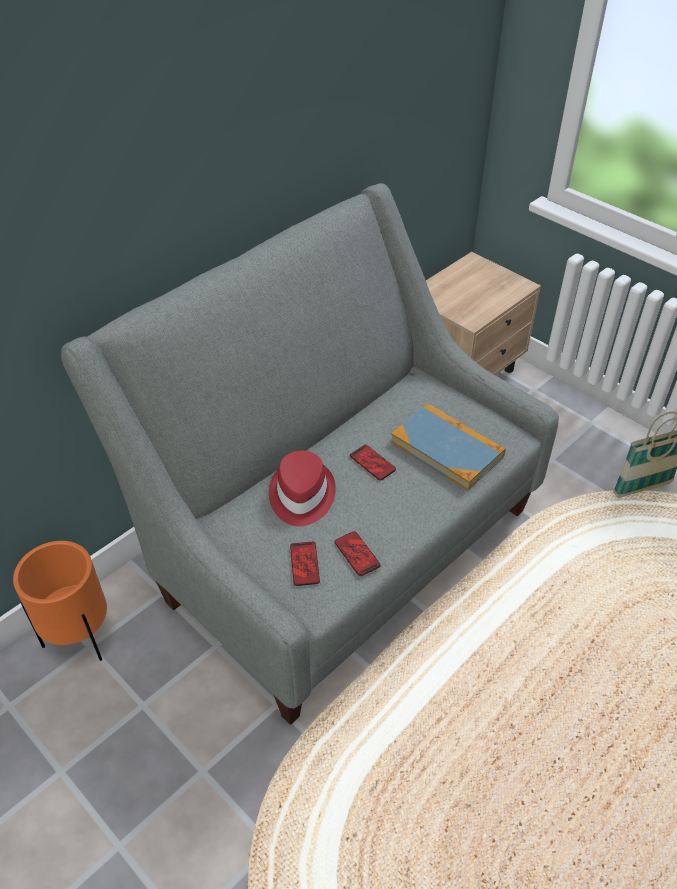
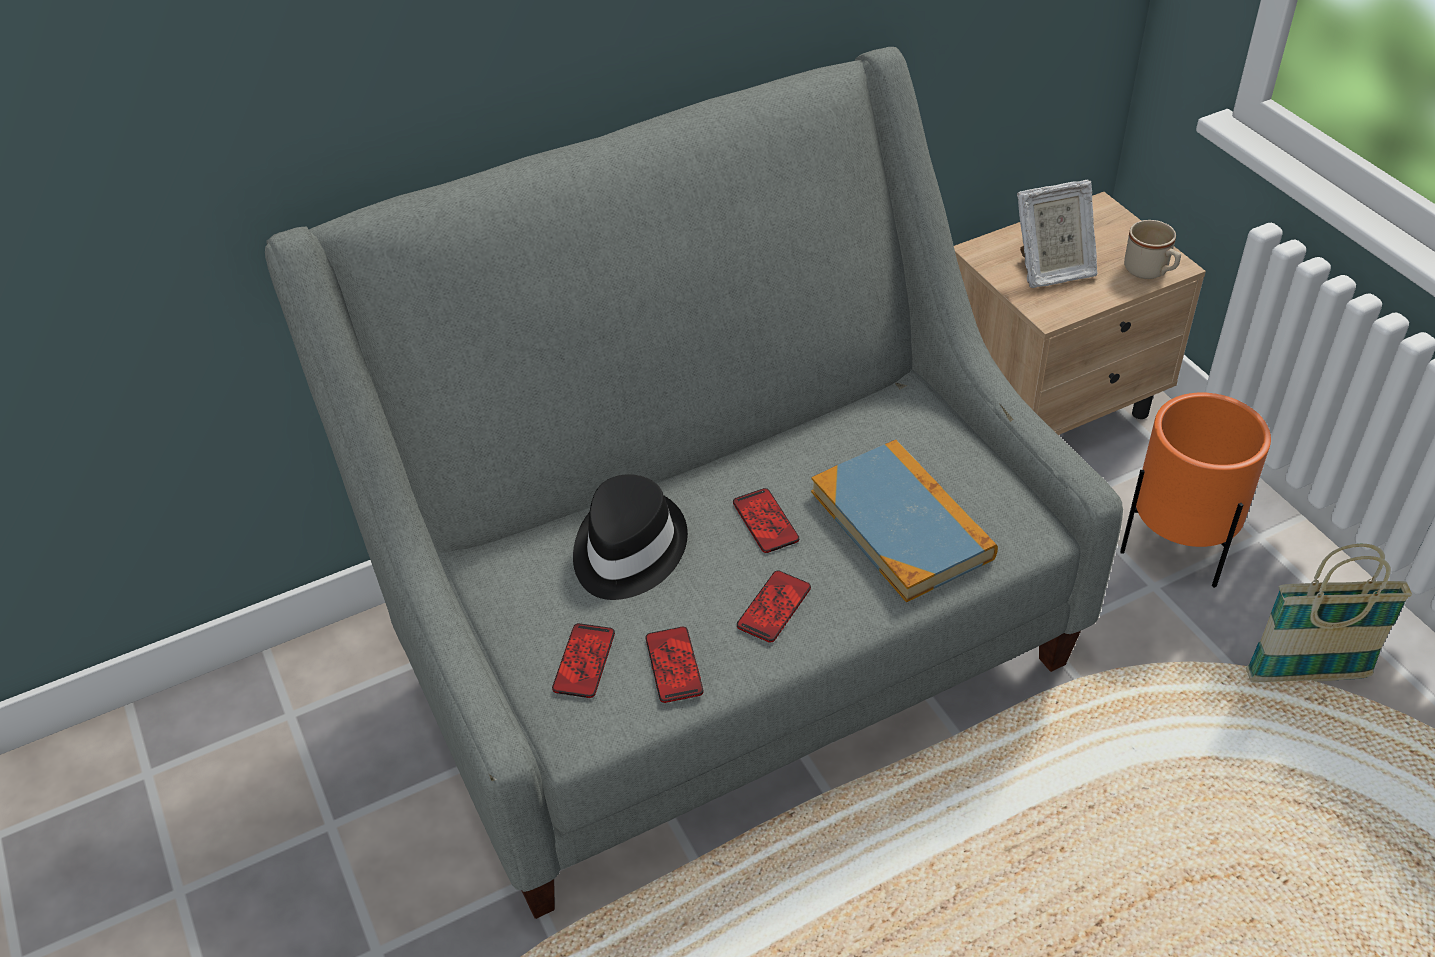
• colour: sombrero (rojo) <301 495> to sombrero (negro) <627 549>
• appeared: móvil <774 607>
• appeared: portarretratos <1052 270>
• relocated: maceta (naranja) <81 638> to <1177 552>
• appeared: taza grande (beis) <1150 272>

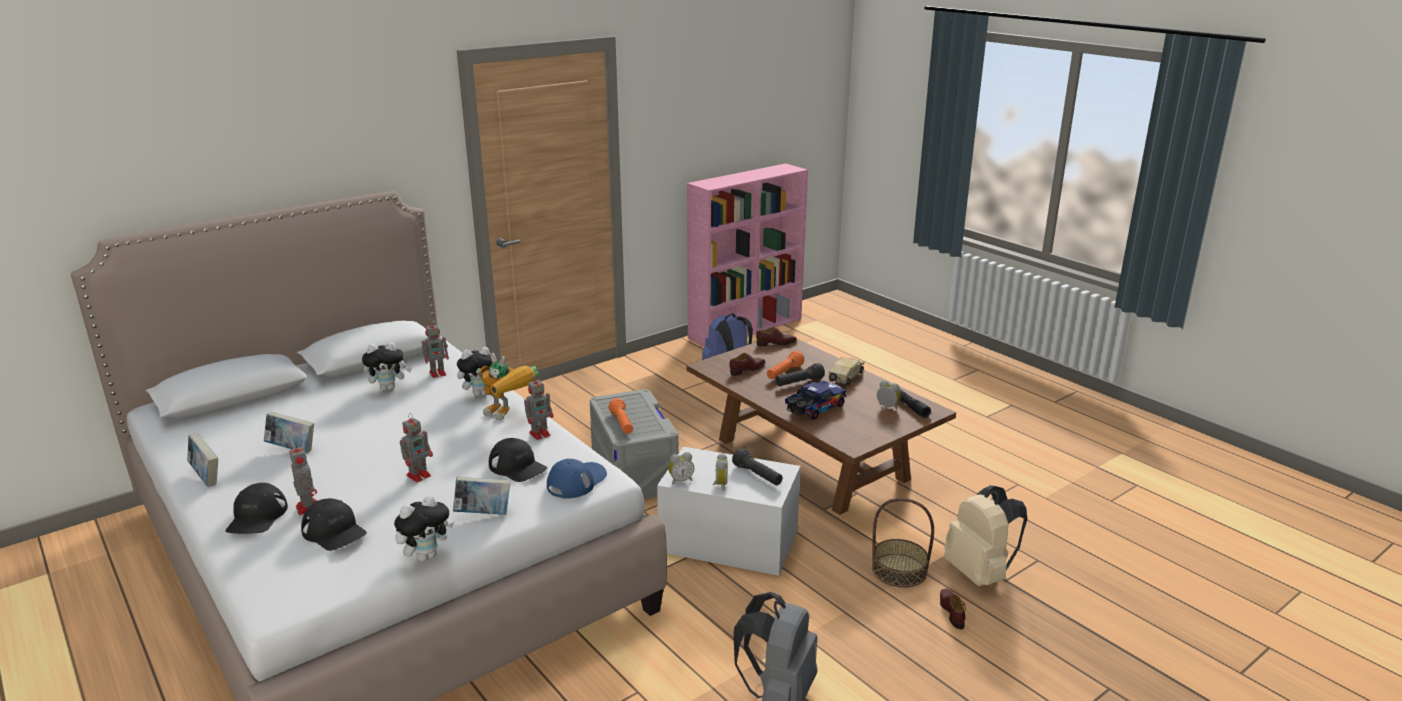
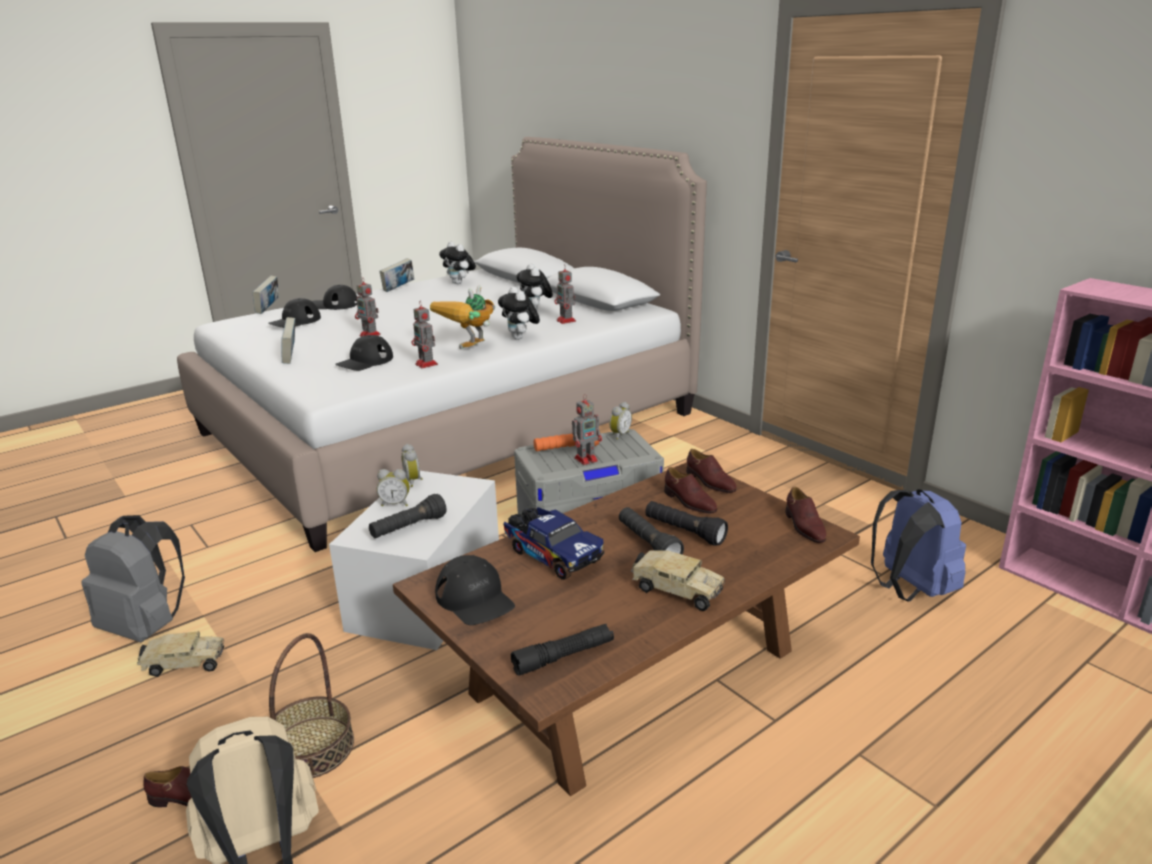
• appeared: camión de juguete <183 664>
• relocated: libro <292 449> to <268 309>
• appeared: gorra (negro) <475 599>
• relocated: peluche <426 555> to <459 283>
• relocated: robot de juguete <308 507> to <587 459>
• relocated: despertador <886 408> to <619 435>
• colour: linterna (naranja) <784 373> to linterna (negro) <684 532>
• appeared: zapato (marrón) <710 482>
• missing: gorra (azul) <576 481>

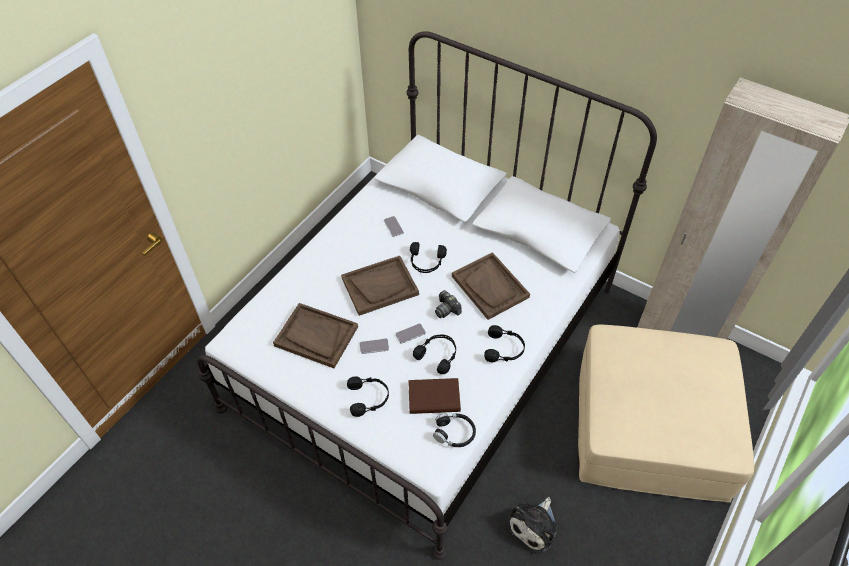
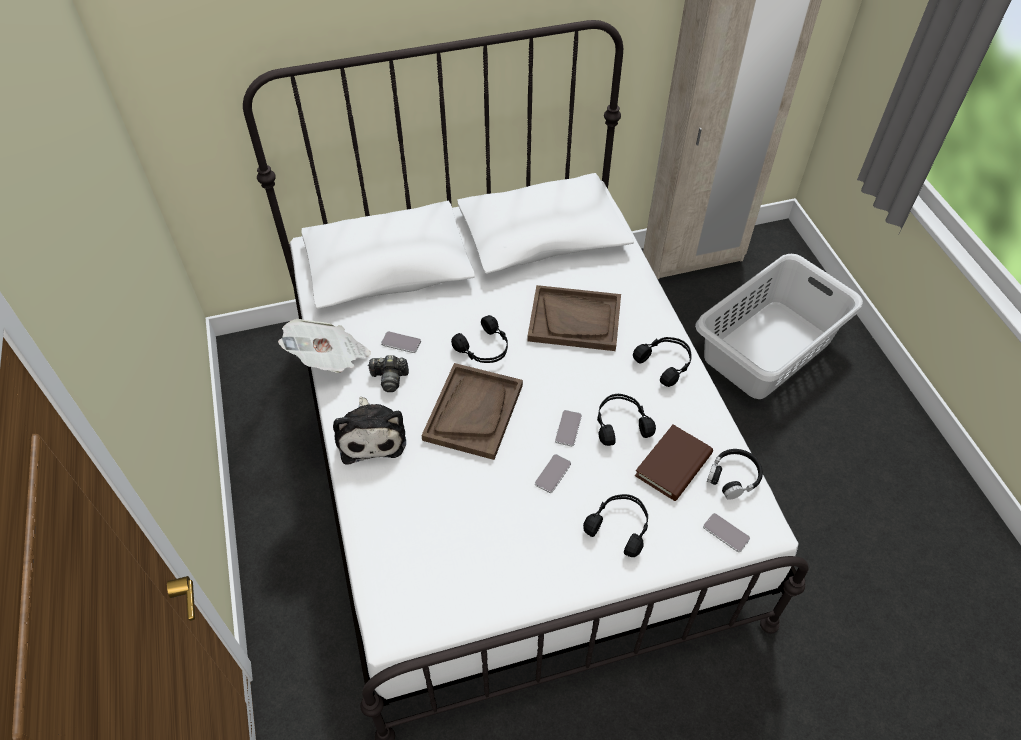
• appeared: periódico <329 359>
• relocated: peluche <534 526> to <371 435>
• relocated: cámara <447 309> to <390 378>
• exchanged: puf (beis) <652 426> to cesto de la ropa (gris) <768 349>
• appeared: móvil <726 533>
• missing: bandeja (marrón) <316 336>

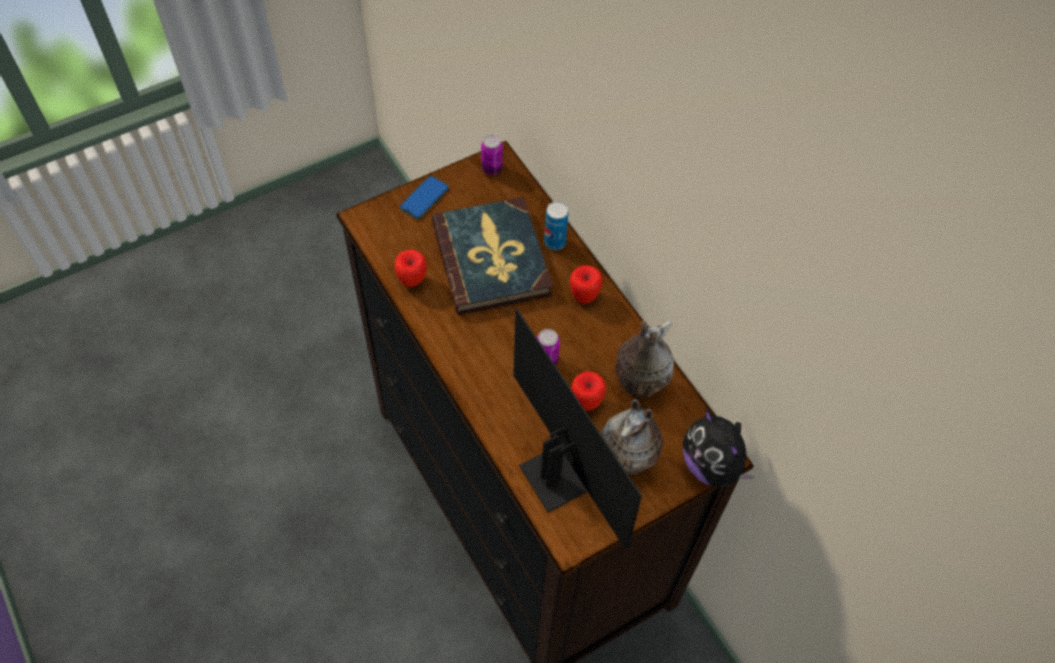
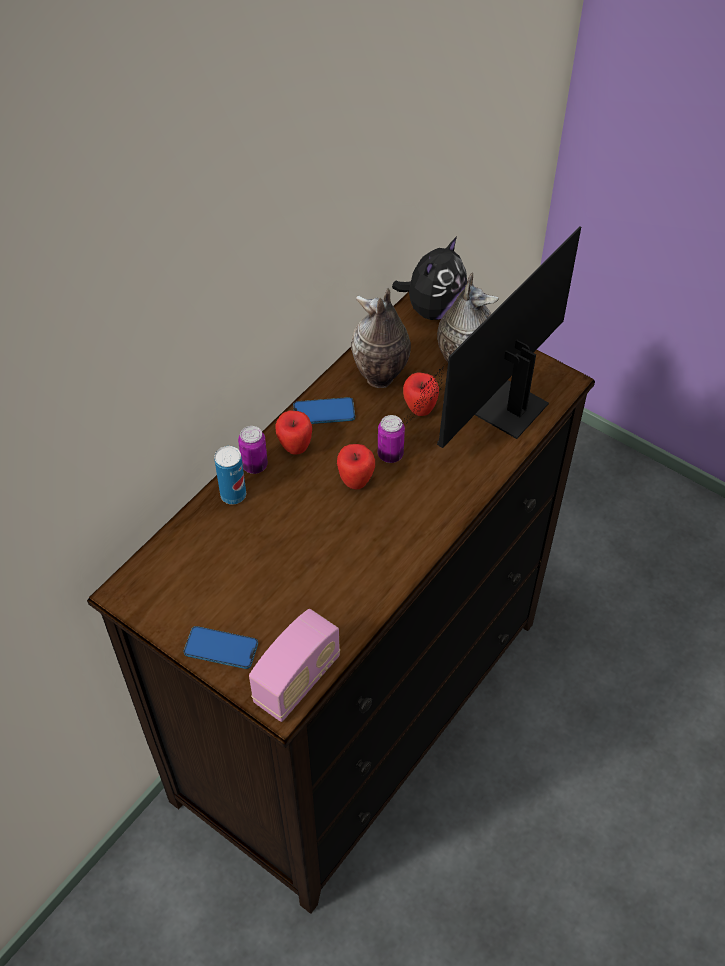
• relocated: lata <492 168> to <254 465>
• appeared: radio <297 680>
• appeared: móvil <324 412>
• relocated: manzana <412 281> to <356 481>
• missing: libro <492 259>

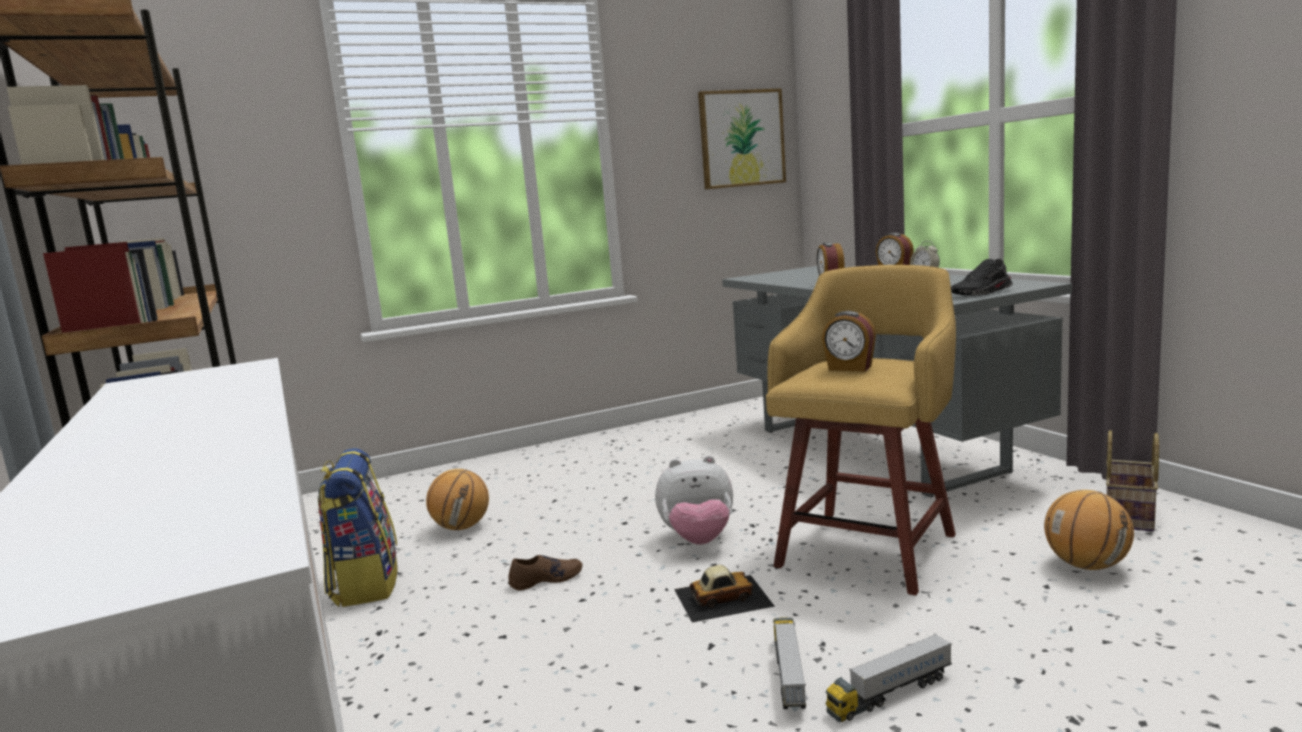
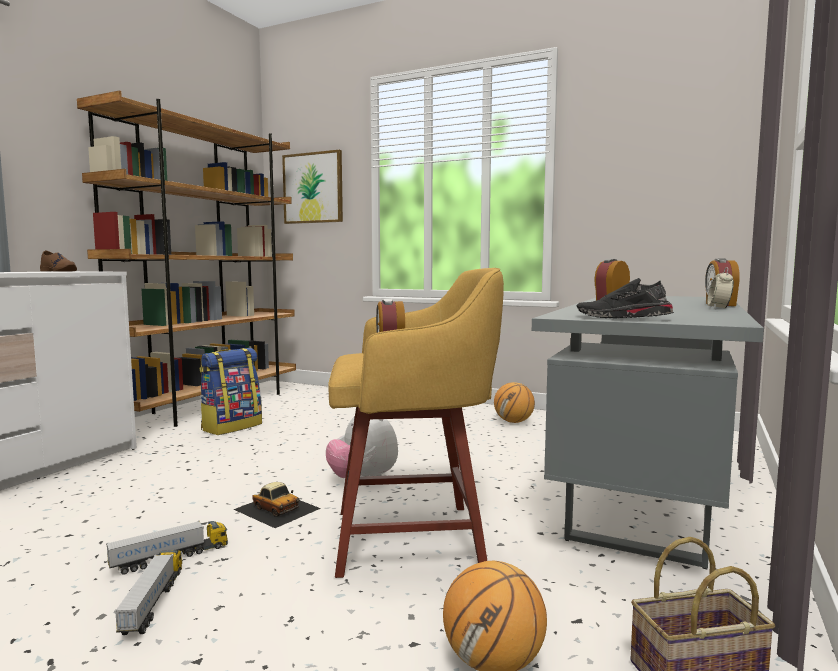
• relocated: zapato (marrón) <546 579> to <59 271>
• spun: camión de juguete <890 694> = <153 602> 60 degrees clockwise
• relocated: cuadro <741 138> to <313 188>
• relocated: balón de baloncesto <462 527> to <514 422>

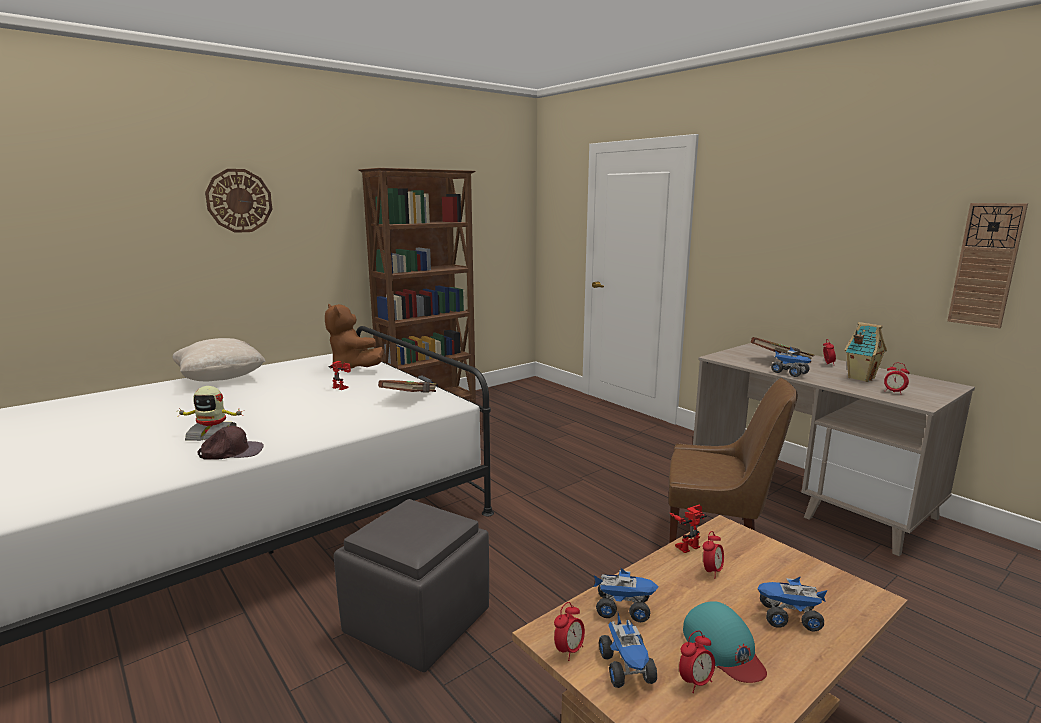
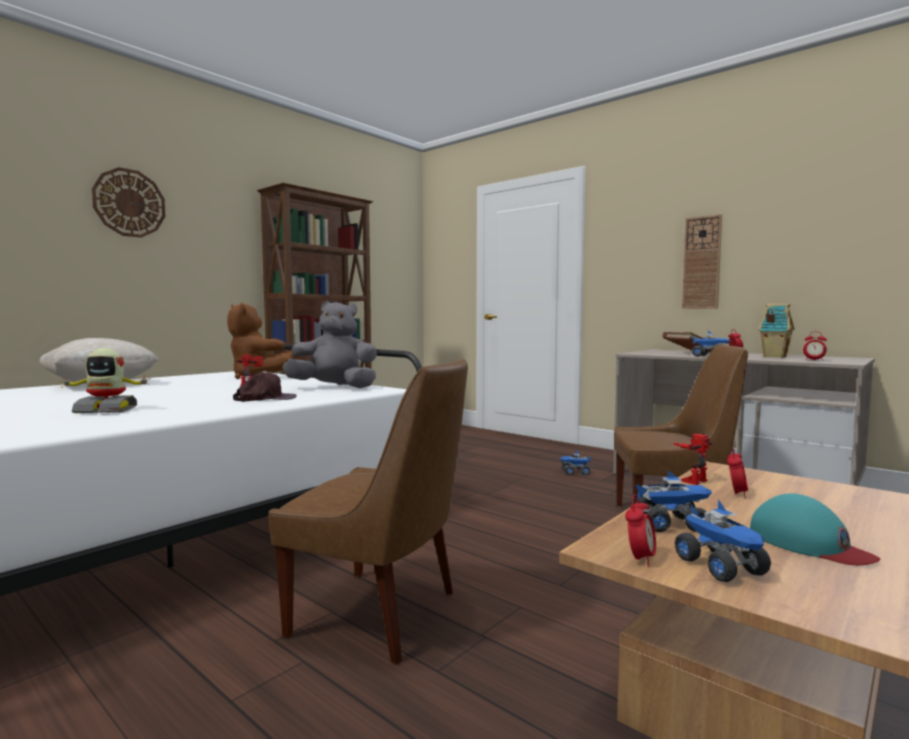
• relocated: gorra (marrón) <231 452> to <265 398>
• exchanged: puf (gris) <417 623> to silla (marrón) <381 614>
• exchanged: libro (marrón) <410 397> to peluche (gris) <334 387>
• relocated: camión de juguete <788 618> to <575 473>
• relocated: reloj de pared <986 265> to <702 263>
• missing: despertador <695 682>

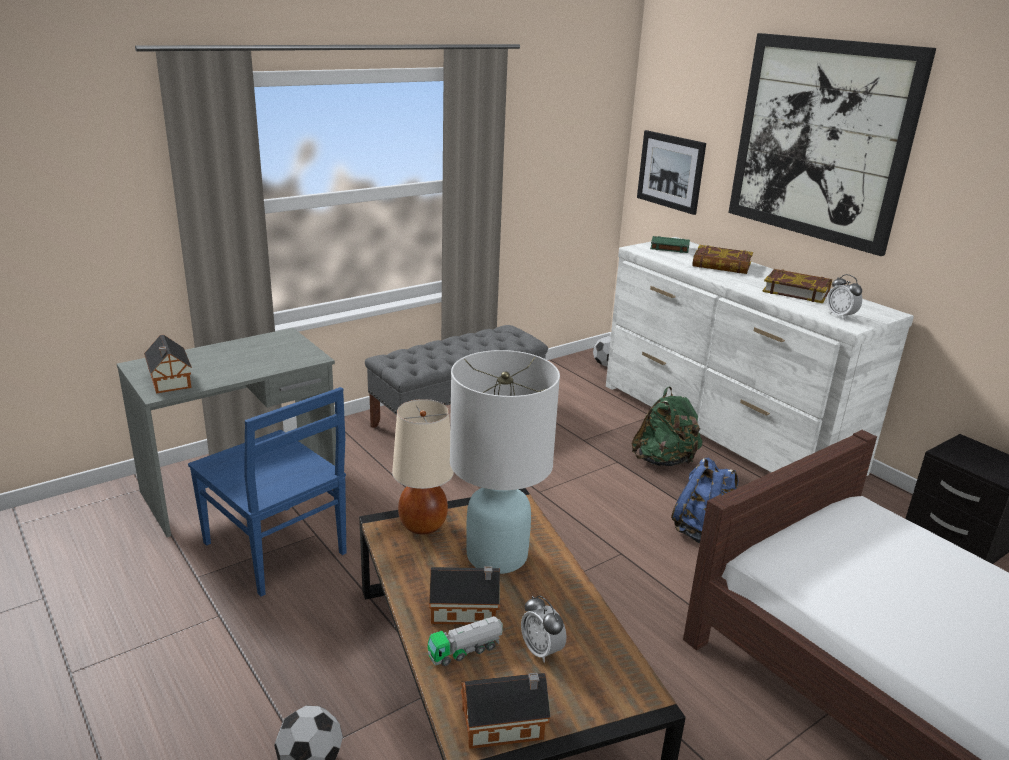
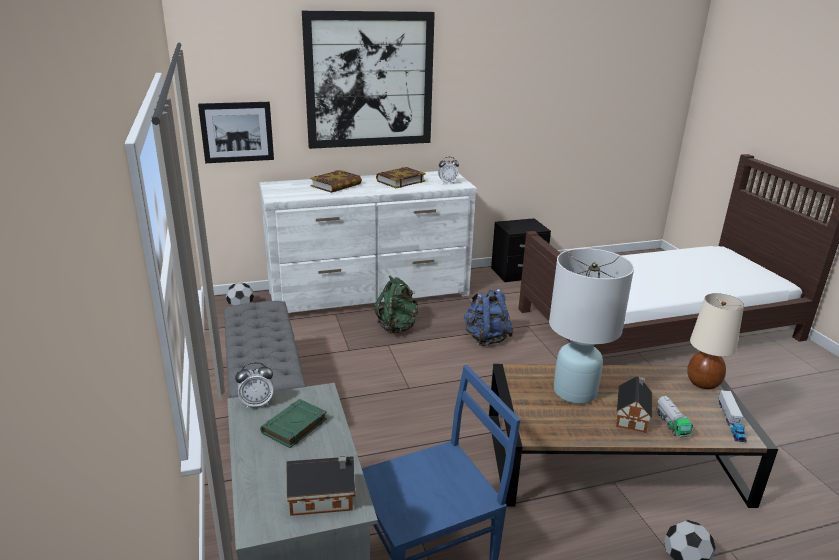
• relocated: despertador <541 651> to <257 403>
• relocated: libro (verde) <669 247> to <294 427>
• relocated: lámpara de mesa (beis) <423 526> to <703 383>
• exchanged: casita <506 724> to camión de juguete <731 421>

